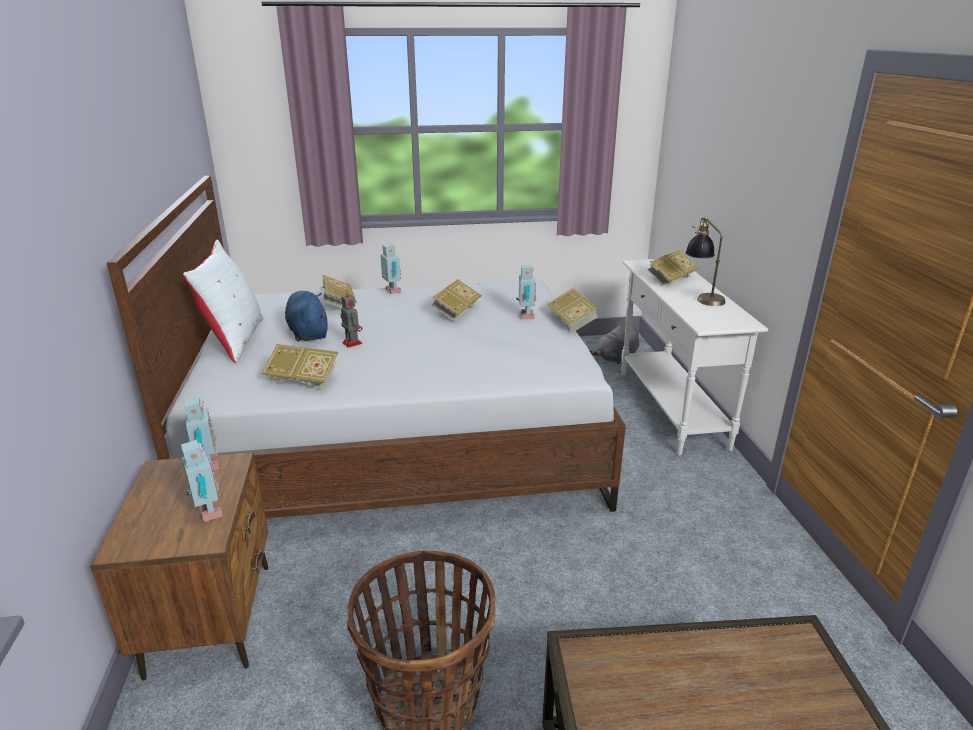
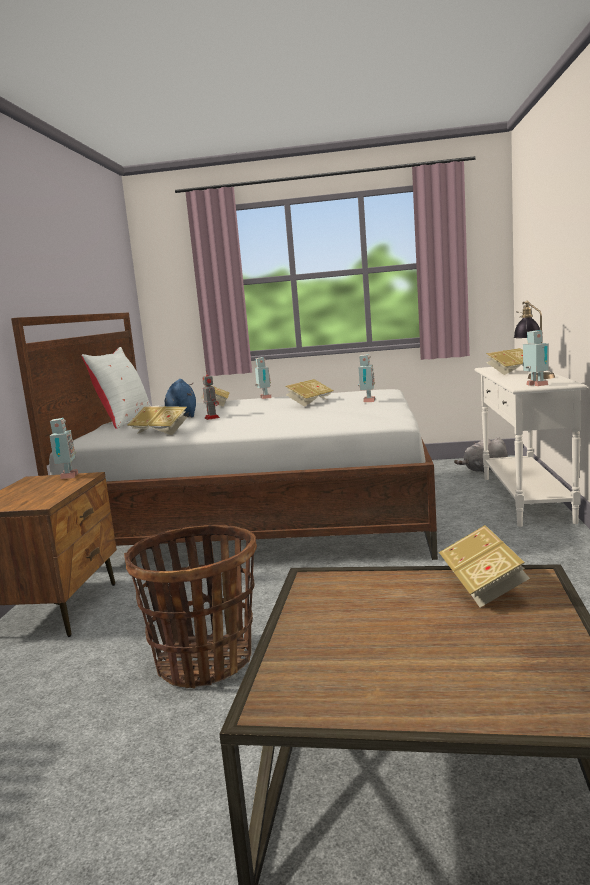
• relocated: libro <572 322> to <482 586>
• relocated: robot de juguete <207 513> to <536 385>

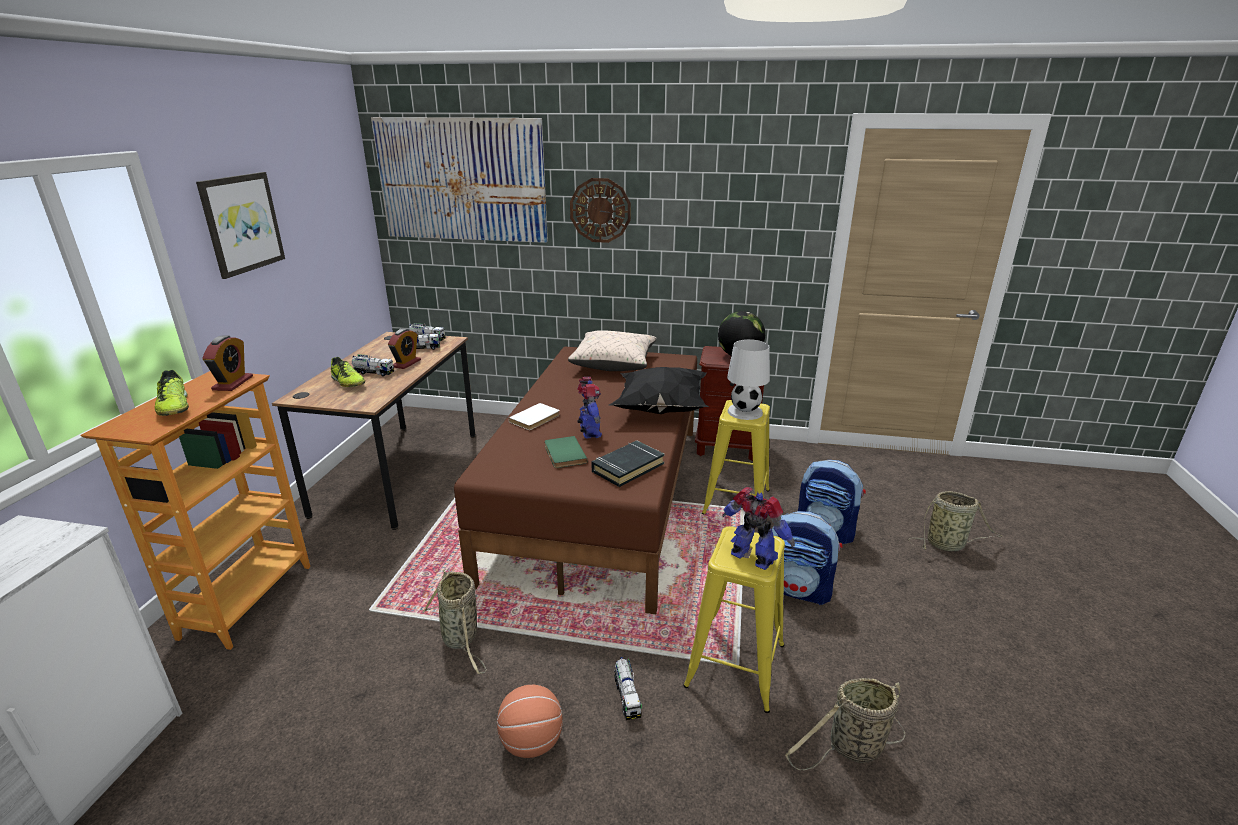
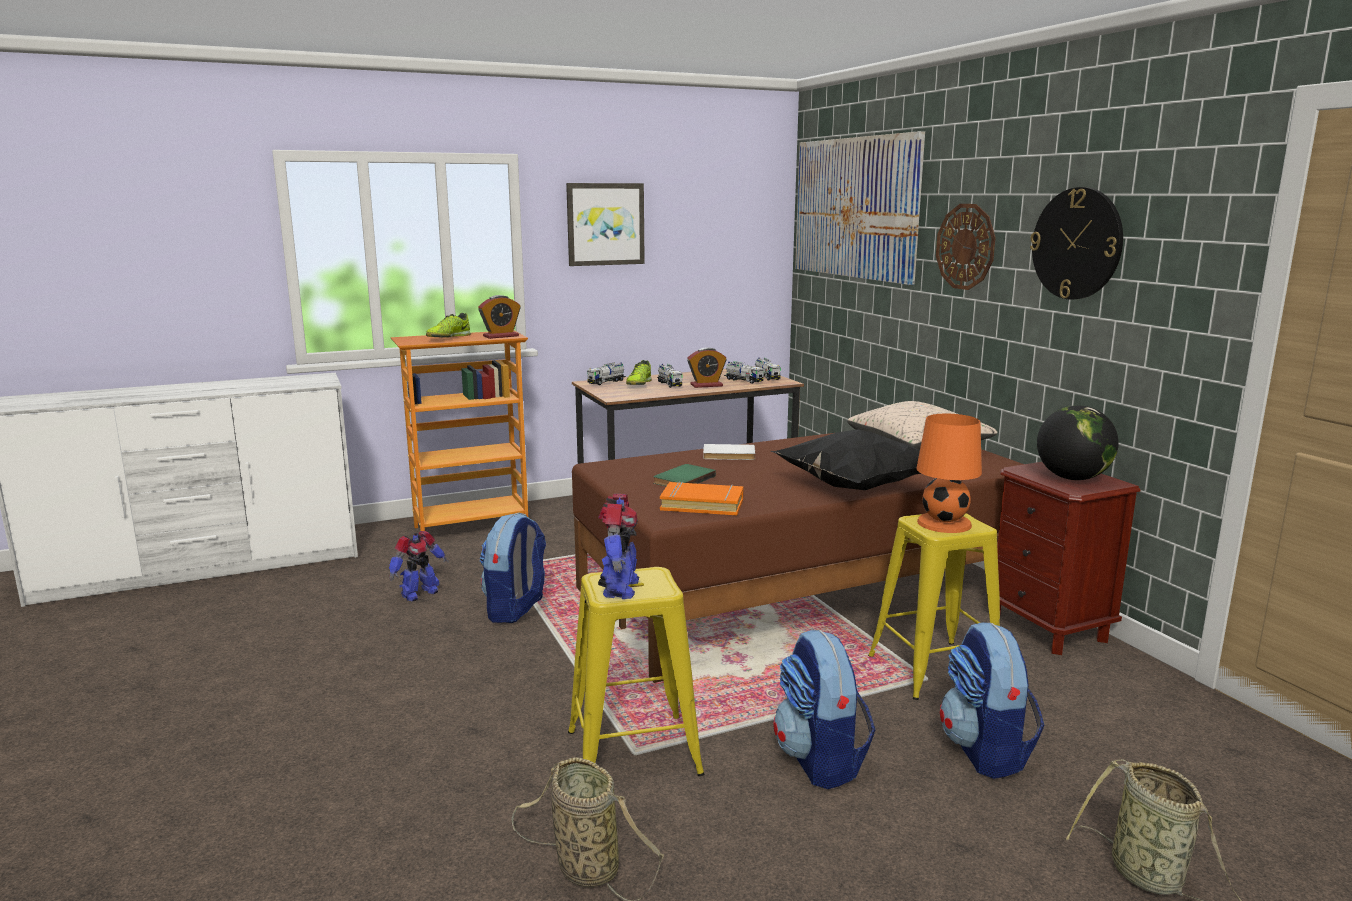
• relocated: robot de juguete <589 432> to <419 594>
• exchanged: cesta <461 638> to mochila <516 610>
• relocated: camión de juguete <627 696> to <606 382>
• colour: libro (negro) <627 467> to libro (naranja) <702 505>
• colour: lámpara de mesa (blanco) <745 412> to lámpara de mesa (naranja) <944 523>
• appeared: reloj de pared <1077 244>
• missing: balón de baloncesto <531 742>

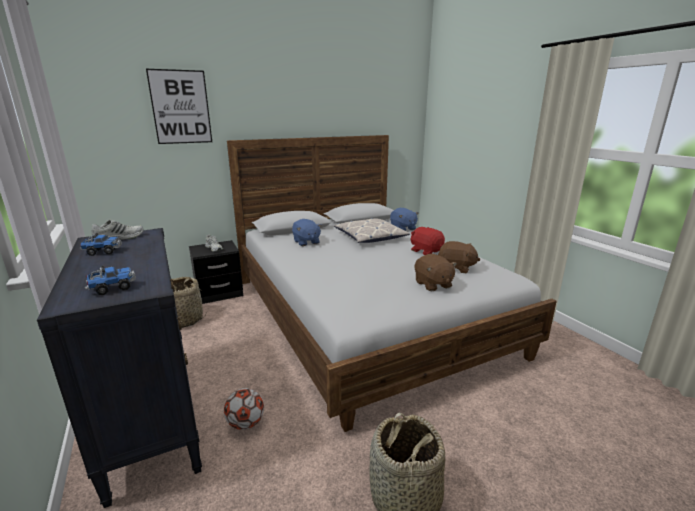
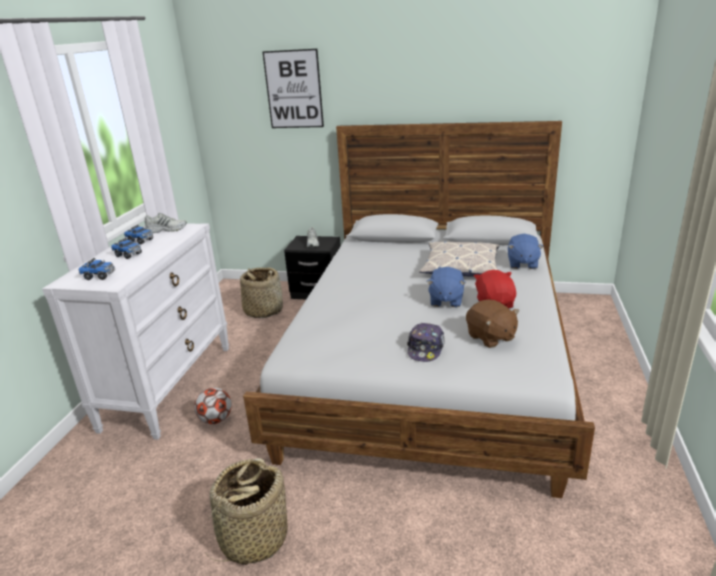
• colour: cómoda (negro) <151 417> to cómoda (blanco) <169 385>
• appeared: camión de juguete <128 255>
• exchanged: peluche (marrón) <433 284> to gorra <426 348>
• relocated: peluche (azul) <306 242> to <445 300>

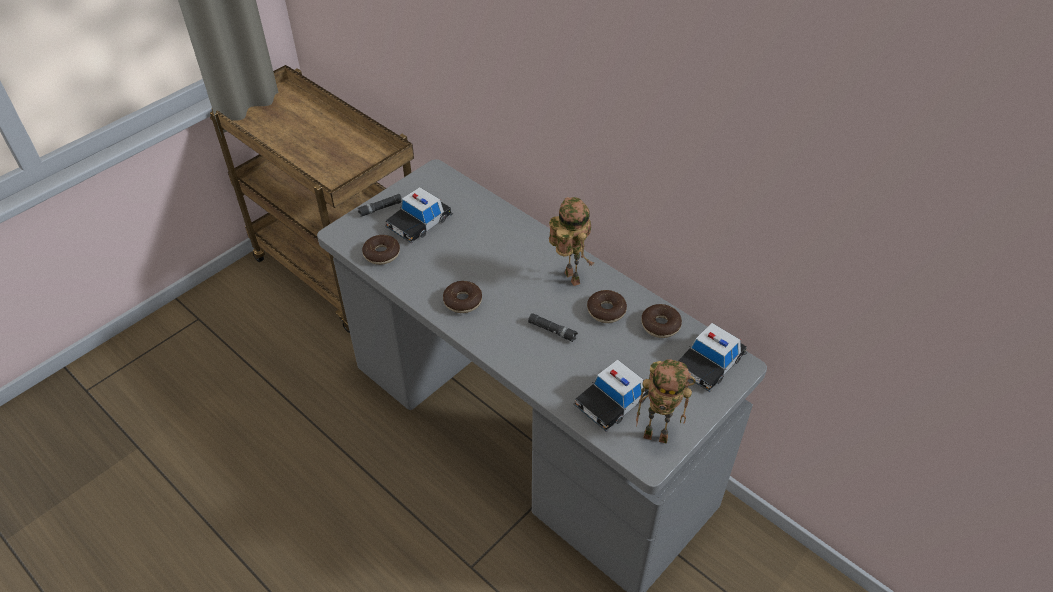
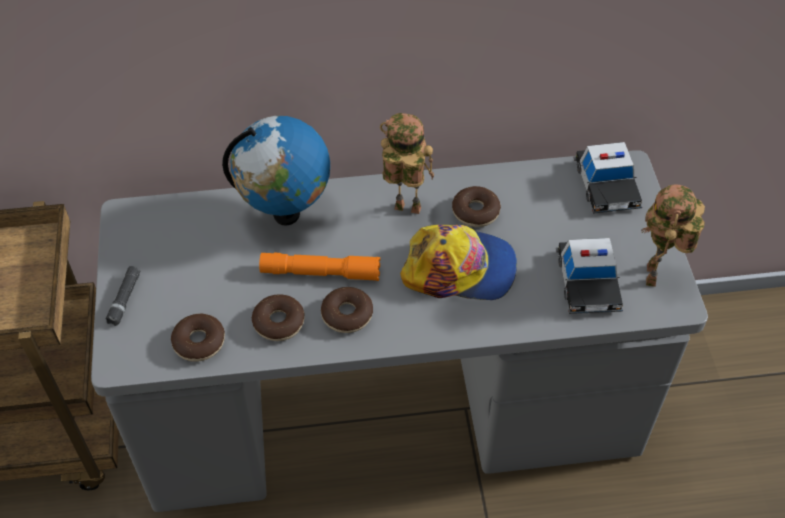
• appeared: globo terráqueo <286 213>
• relocated: rosquilla <660 325> to <279 323>
• appeared: linterna (naranja) <320 273>
• exchanged: linterna (negro) <552 330> to gorra <460 269>
• spun: robot de juguete <658 435> = <654 277> 135 degrees clockwise
• missing: coche de juguete <419 222>

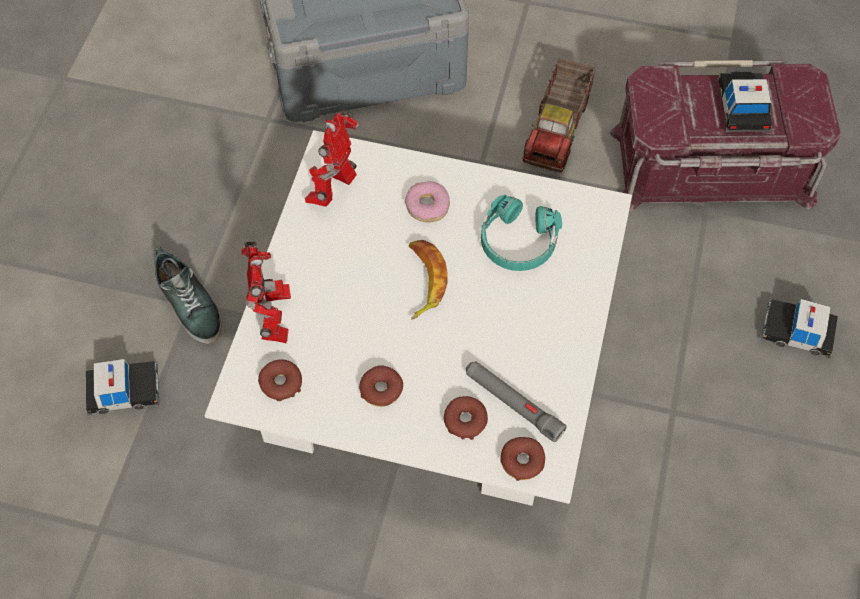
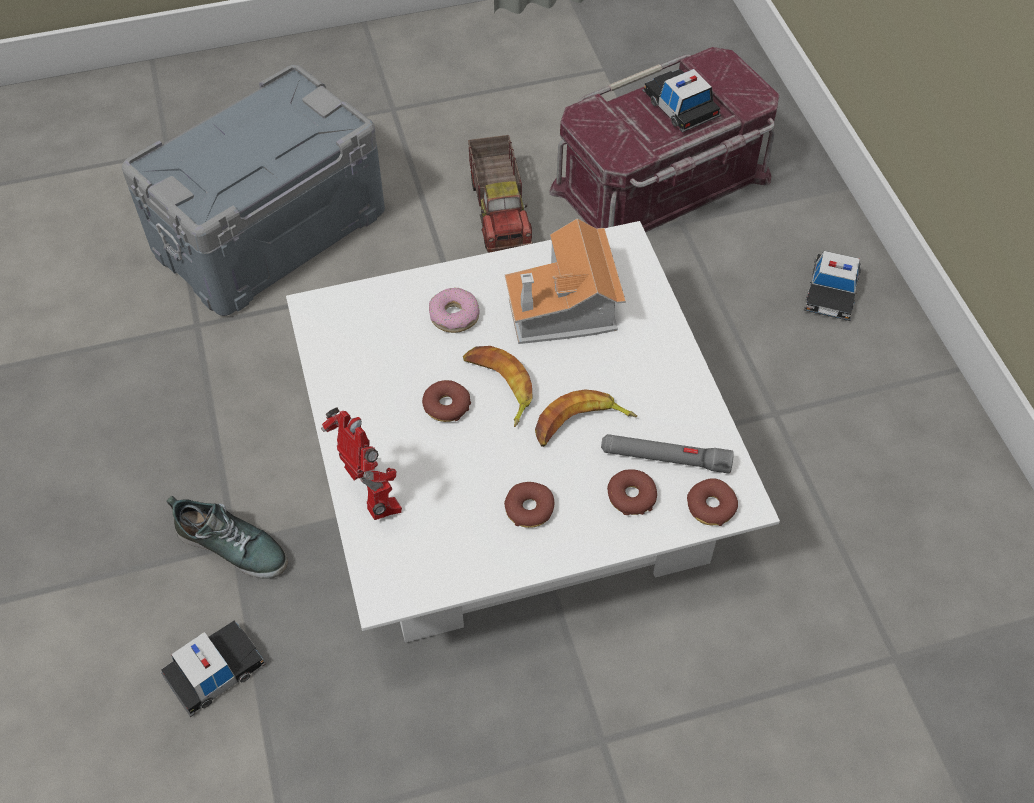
• relocated: rosquilla <281 383> to <446 406>
• exchanged: auriculares (turquesa) <518 242> to casita <565 309>
• appeared: plátano <580 425>
• spun: coche de juguete <797 331> = <831 292> 60 degrees counterclockwise
• missing: robot de juguete <335 191>

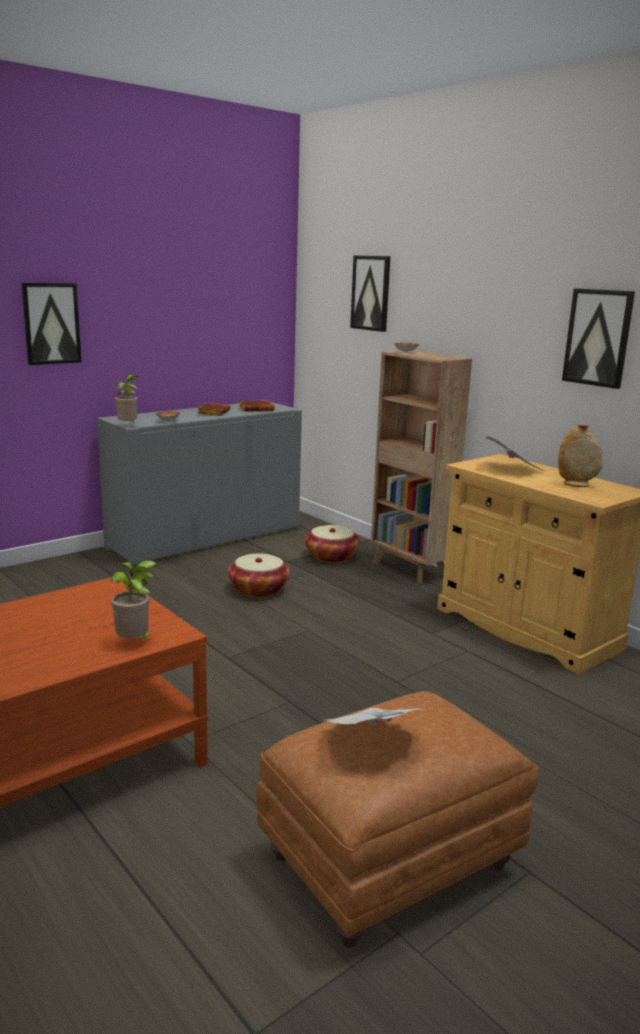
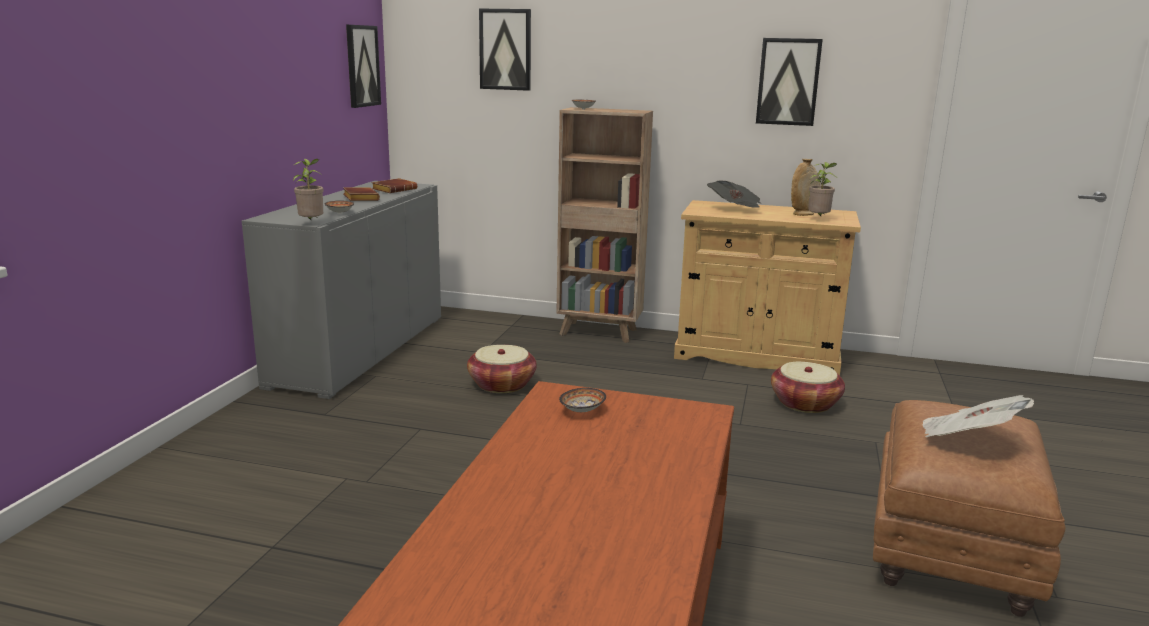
• relocated: cuadro <51 323> to <362 66>
• appeared: cuenco <581 411>
• relocated: cesta <331 557> to <805 403>
• relocated: planta en maceta <135 642> to <818 219>

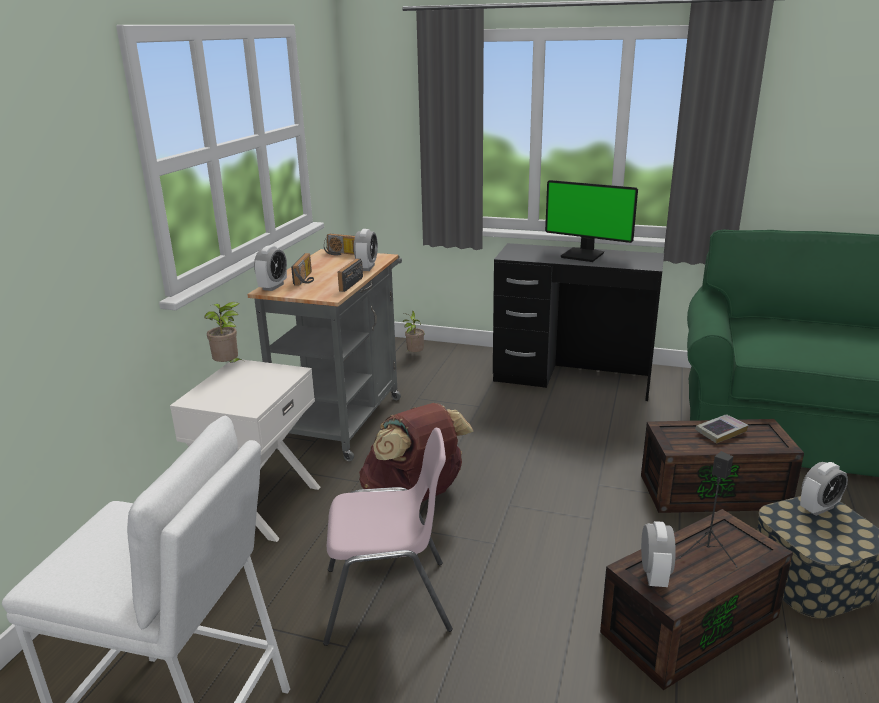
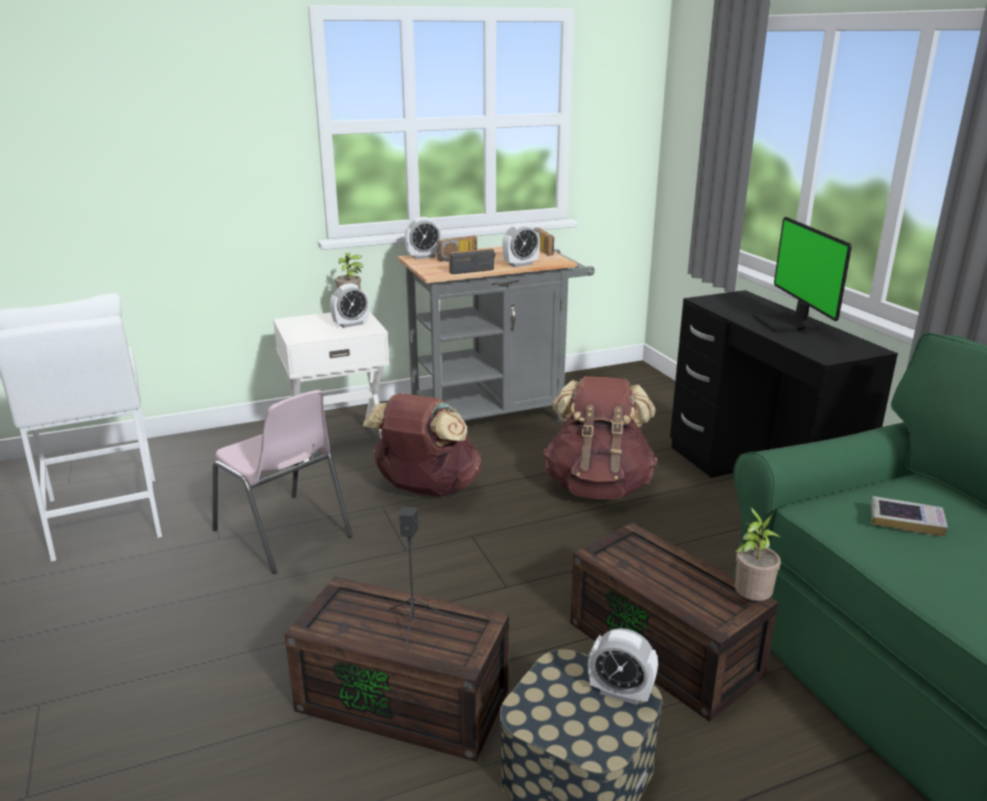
• relocated: despertador <654 575> to <351 324>
• appeared: mochila (marrón) <598 486>
• relocated: planta en maceta <414 355> to <750 600>
• relocated: libro <720 431> to <906 520>

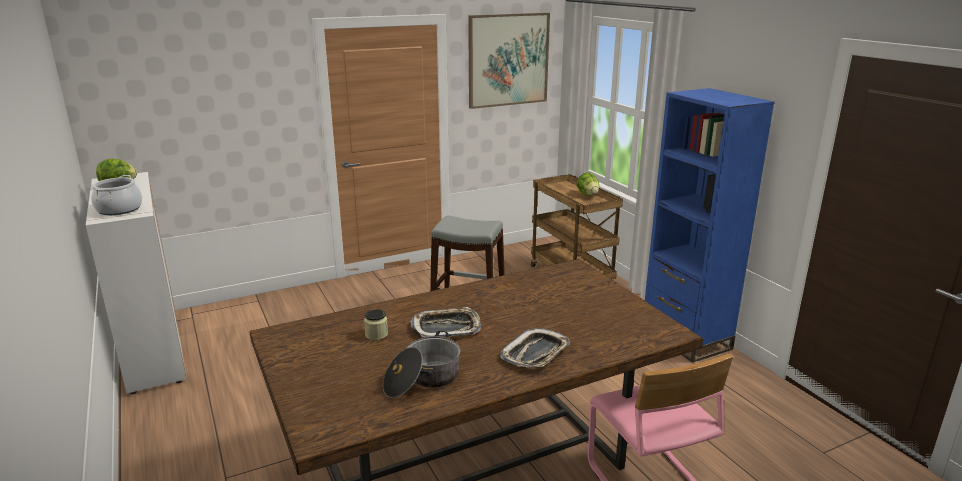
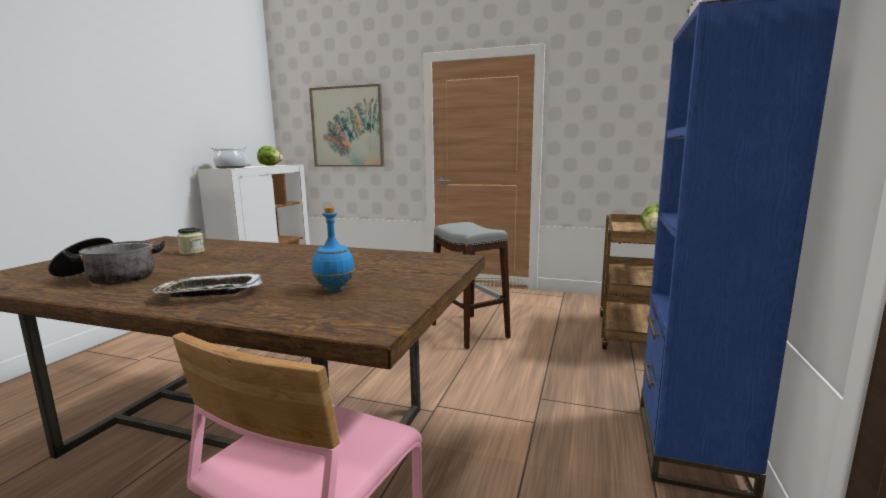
• relocated: cuadro <508 60> to <347 127>
• appeared: botella (azul) <335 289>
• missing: bandeja <446 327>

